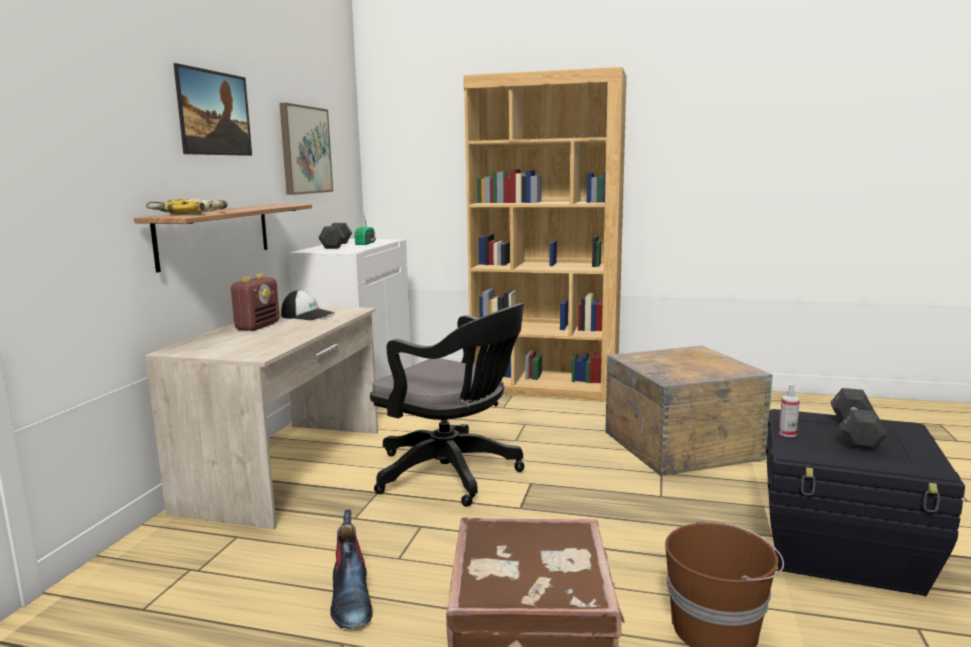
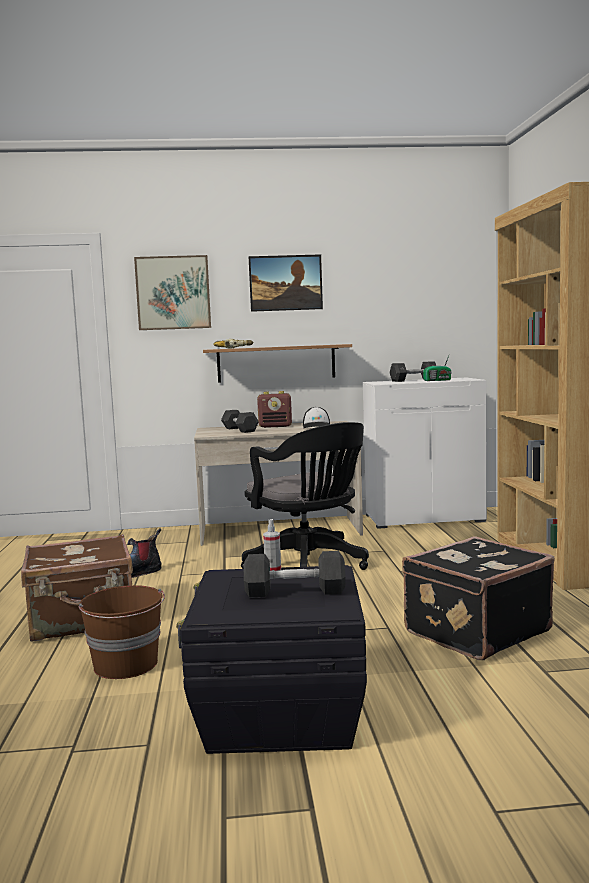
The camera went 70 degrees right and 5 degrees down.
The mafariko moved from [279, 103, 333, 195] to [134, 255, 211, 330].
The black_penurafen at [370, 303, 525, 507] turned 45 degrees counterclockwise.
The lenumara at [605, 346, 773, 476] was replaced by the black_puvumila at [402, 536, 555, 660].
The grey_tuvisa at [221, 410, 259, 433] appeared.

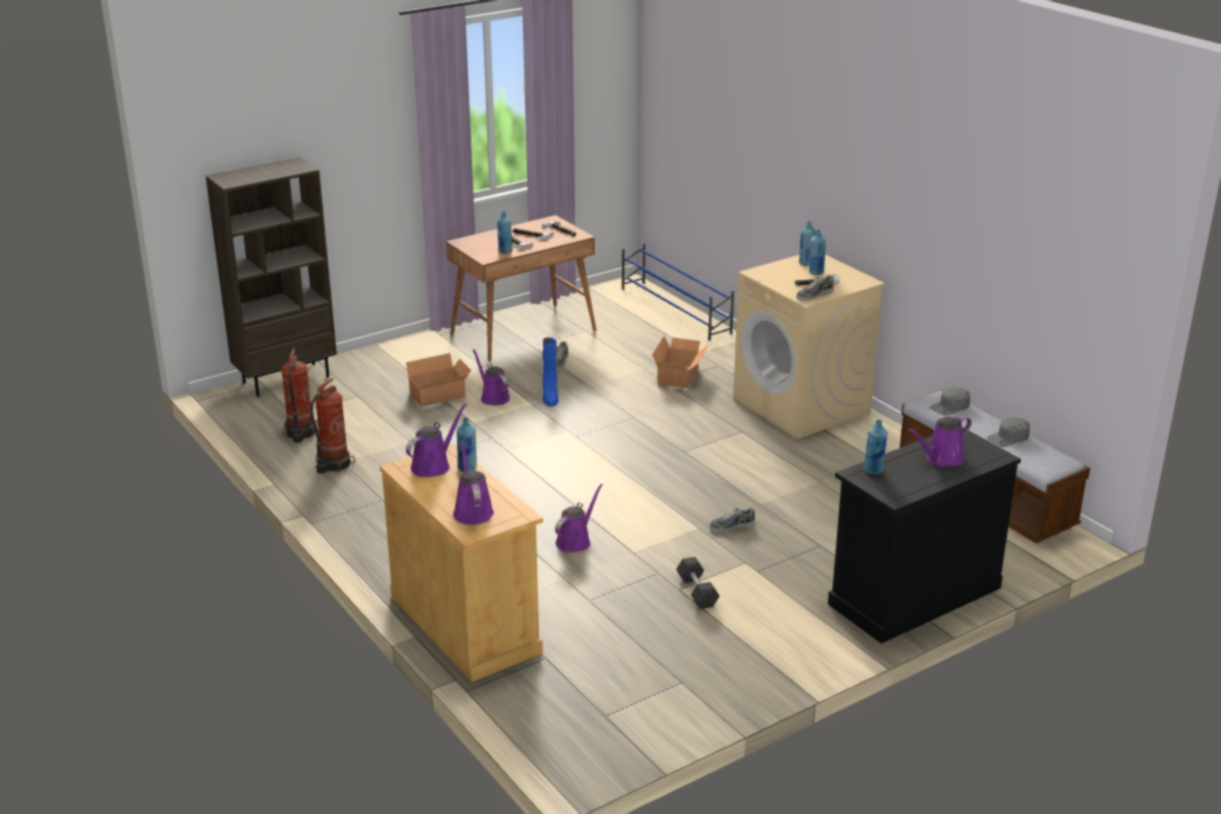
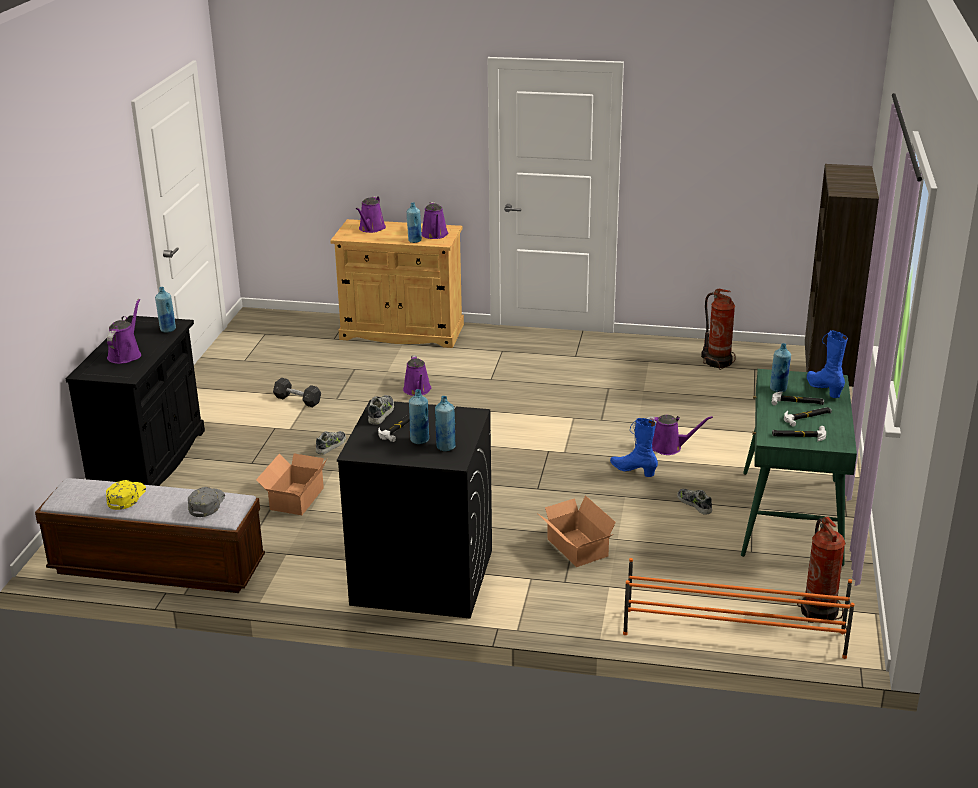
The camera went 135 degrees right and 0 degrees up.
The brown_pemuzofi at [446, 215, 597, 362] became the green_pemuzofi at [741, 369, 857, 566].
The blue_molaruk at [622, 243, 734, 341] became the orange_molaruk at [623, 558, 855, 659].
The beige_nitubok at [733, 255, 885, 439] became the black_nitubok at [337, 400, 492, 619].
The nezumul moved from [403, 353, 471, 407] to [256, 454, 327, 515].
The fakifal moved from [310, 378, 355, 474] to [797, 517, 846, 623].
The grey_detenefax at [987, 417, 1030, 447] became the yellow_detenefax at [106, 480, 146, 510].
The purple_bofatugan at [453, 441, 494, 525] turned 75 degrees clockwise.
The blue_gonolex at [807, 330, 848, 398] appeared.

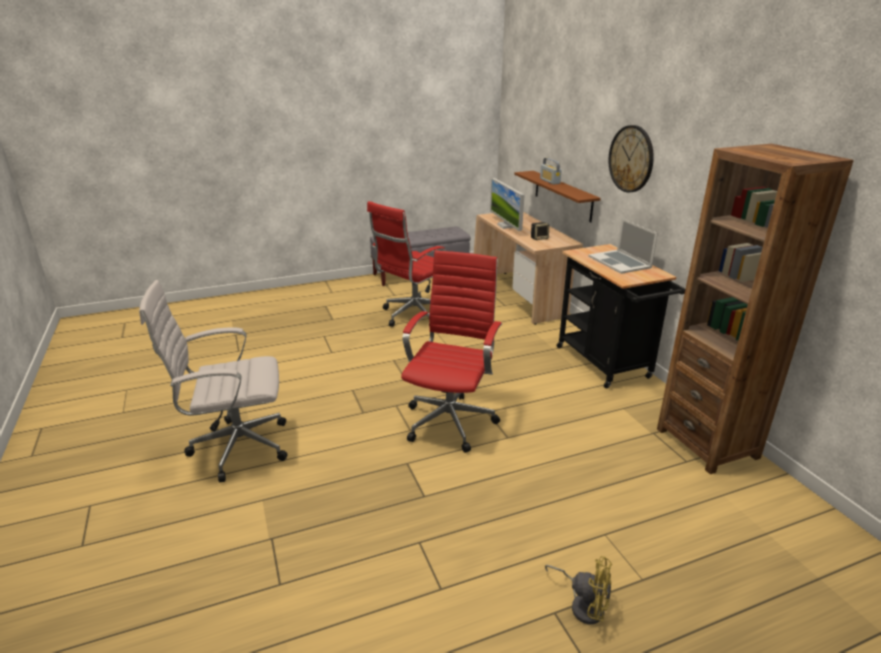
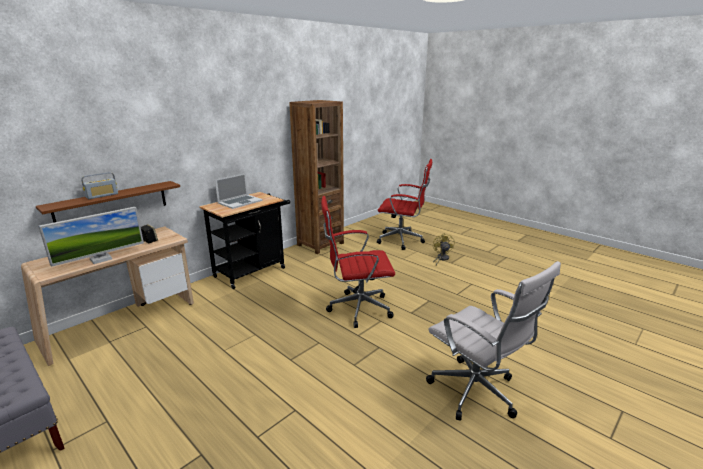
The camera went 115 degrees left and 5 degrees down.
The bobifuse at [609, 125, 654, 193] disappeared.
The red_penurafen moved from [367, 201, 446, 327] to [377, 159, 432, 250].

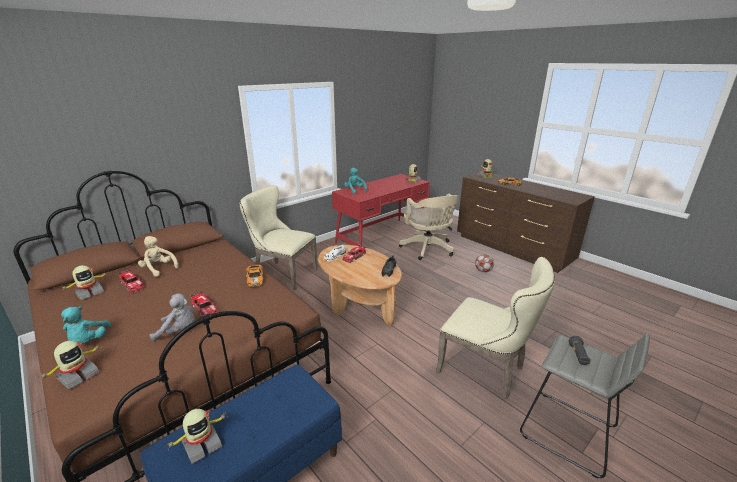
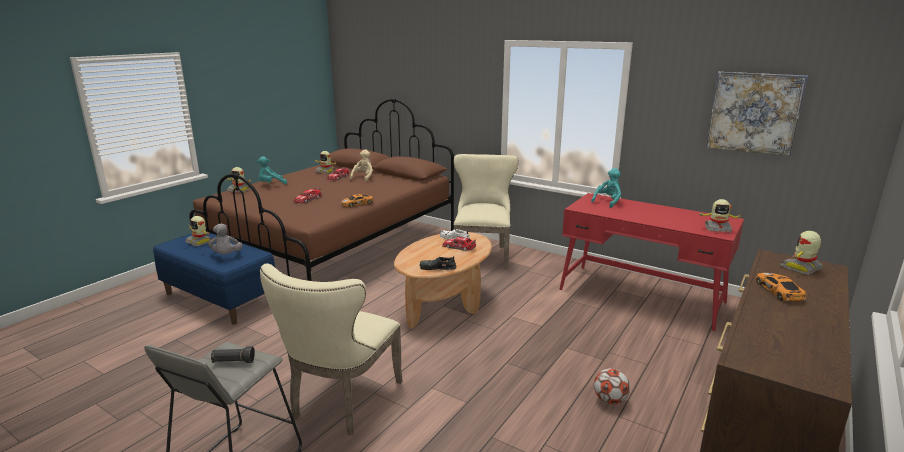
The camera went 75 degrees right and 5 degrees down.
The beige_penurafen at [399, 194, 460, 260] disappeared.
The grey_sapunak moved from [150, 293, 195, 341] to [208, 224, 242, 255].
The mafariko at [706, 72, 808, 156] appeared.

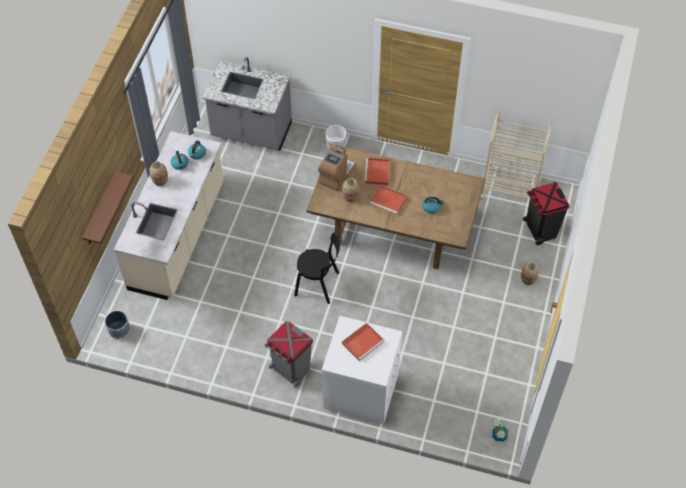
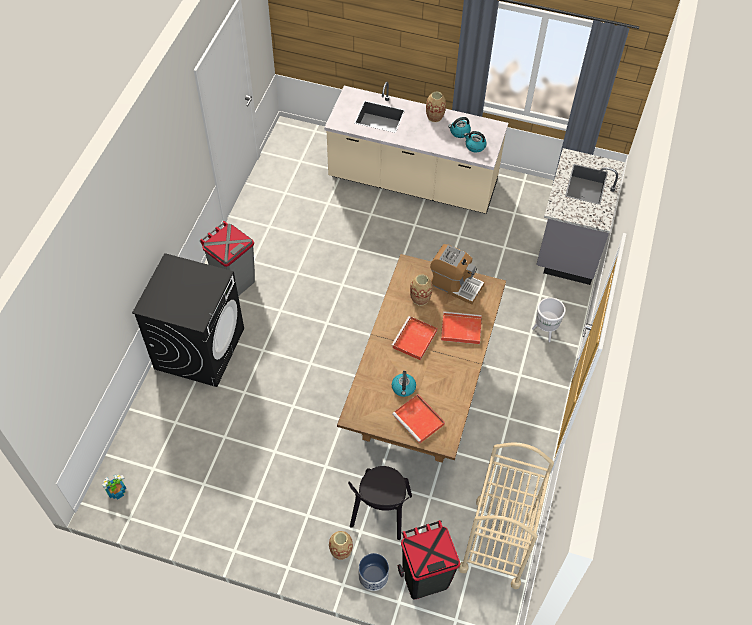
The camera went 90 degrees right and 0 degrees up.
The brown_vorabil at [82, 172, 133, 244] disappeared.
The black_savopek moved from [294, 233, 340, 304] to [348, 466, 412, 540].
The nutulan moved from [105, 311, 130, 339] to [359, 553, 389, 591].
The white_nitubok at [322, 316, 402, 424] became the black_nitubok at [132, 253, 244, 387].
The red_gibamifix moved from [342, 323, 384, 361] to [392, 394, 445, 443].

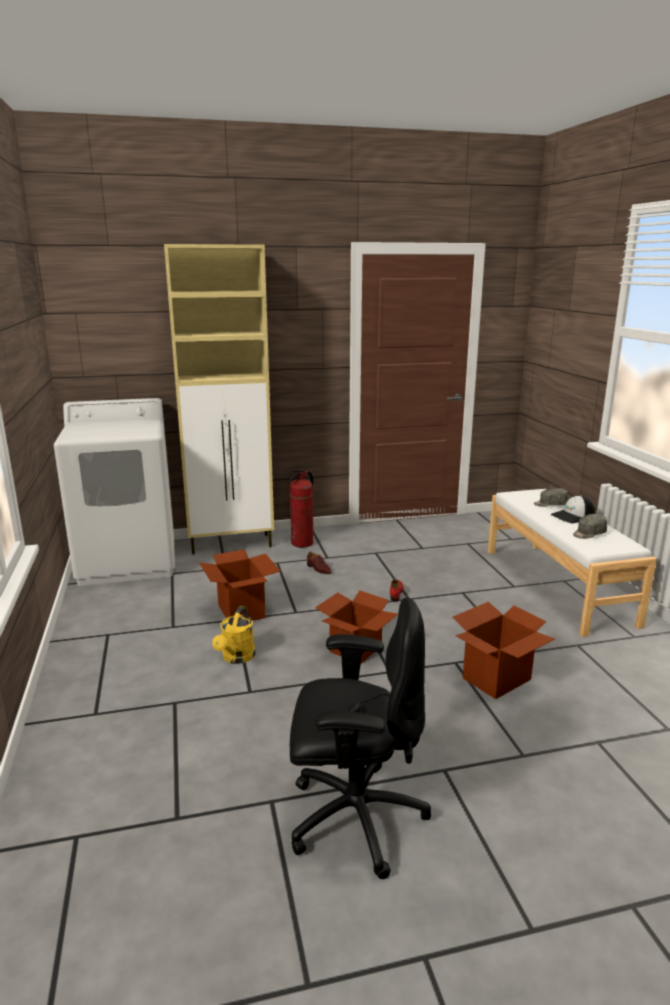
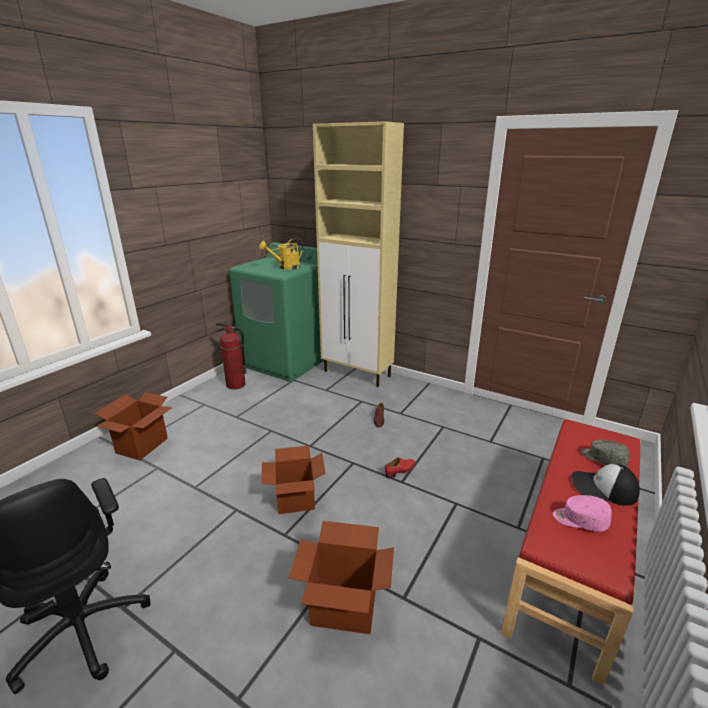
The camera went 45 degrees right and 5 degrees up.
The white_nitubok at [54, 398, 175, 586] became the green_nitubok at [229, 242, 324, 382].
The fakifal moved from [289, 469, 313, 548] to [216, 322, 247, 389].
The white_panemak at [488, 489, 657, 637] became the red_panemak at [501, 419, 641, 687].
The grey_detenefax at [573, 514, 607, 539] became the pink_detenefax at [553, 495, 612, 531].
The nezumul moved from [199, 549, 280, 621] to [94, 392, 173, 460].
The yellow_bofatugan moved from [212, 606, 255, 664] to [259, 238, 303, 270].

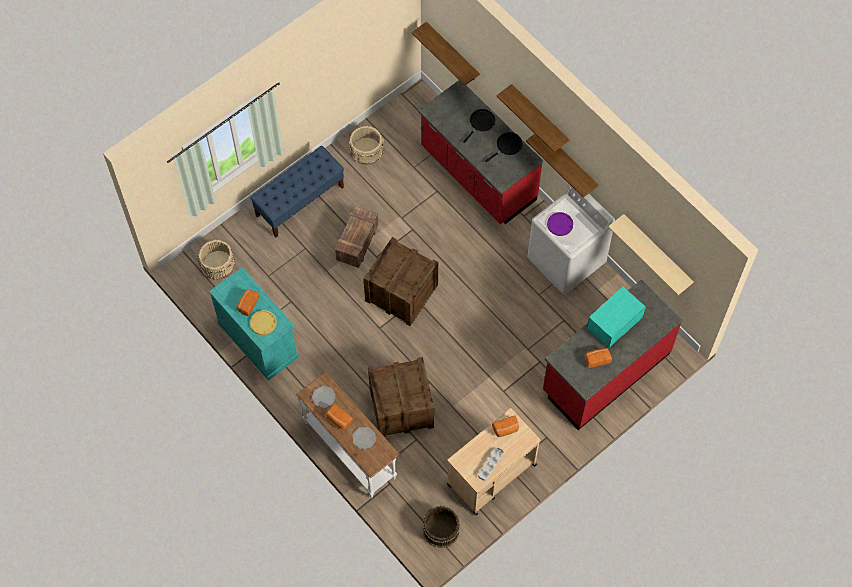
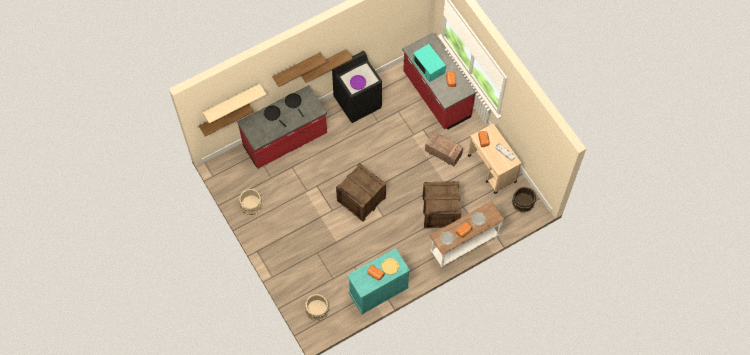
The camera went 80 degrees left and 0 degrees up.
The blue_panemak at [250, 145, 344, 238] disappeared.
The white_nitubok at [528, 185, 615, 295] became the black_nitubok at [332, 51, 382, 123].
The lenumara moved from [335, 206, 379, 268] to [425, 132, 463, 166].
The beige_vorabil moved from [608, 214, 694, 295] to [203, 84, 267, 124].

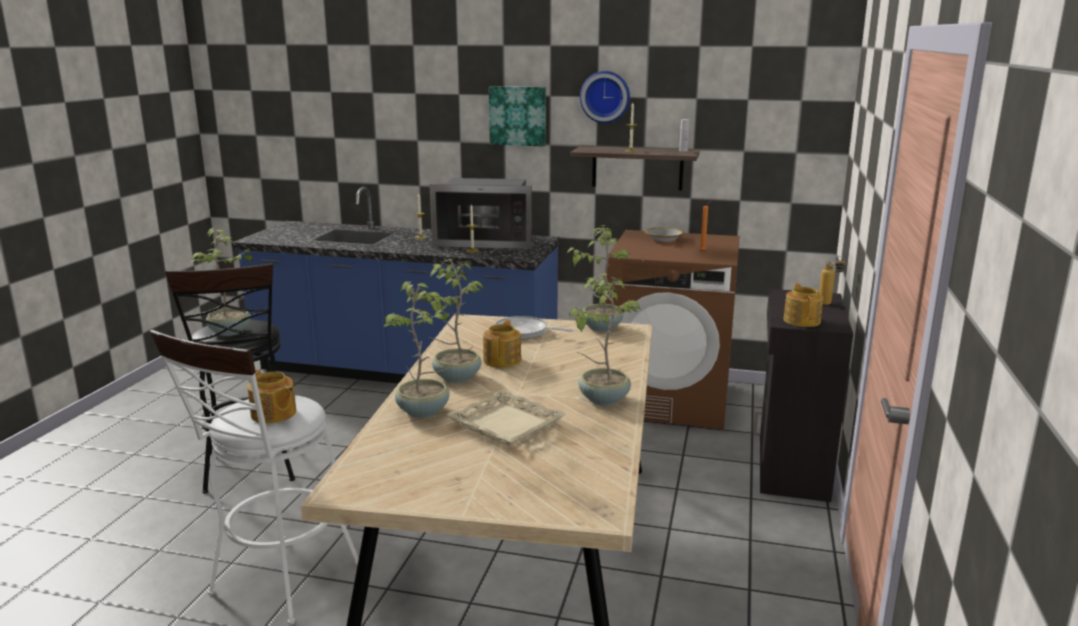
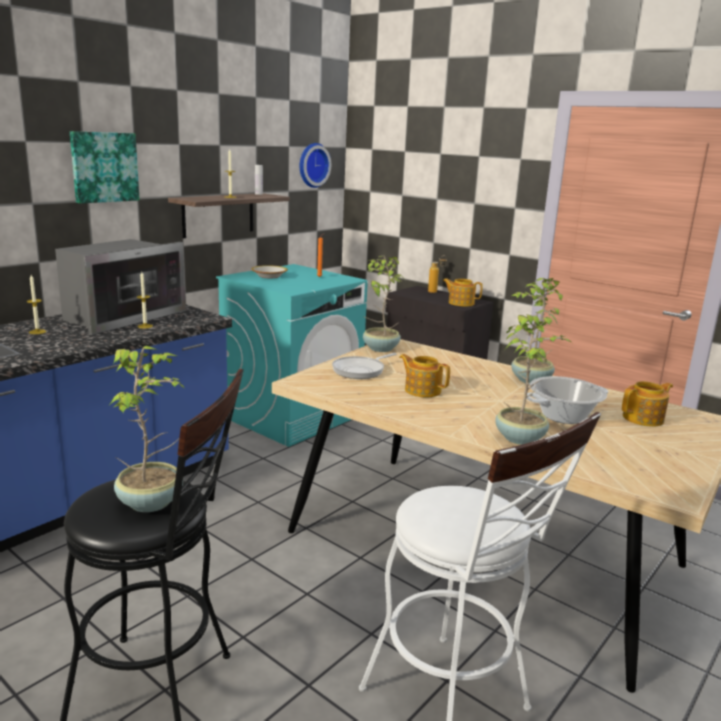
The camera went 65 degrees left and 0 degrees up.
The bobifuse moved from [580, 71, 630, 123] to [300, 143, 331, 188].
The brown_nitubok at [606, 230, 740, 429] became the turquoise_nitubok at [216, 264, 368, 447].
The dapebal at [427, 259, 484, 383] disappeared.
The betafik moved from [247, 369, 296, 424] to [622, 381, 673, 427].
The beige_gibamifix at [447, 389, 566, 446] was replaced by the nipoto at [526, 376, 608, 424].

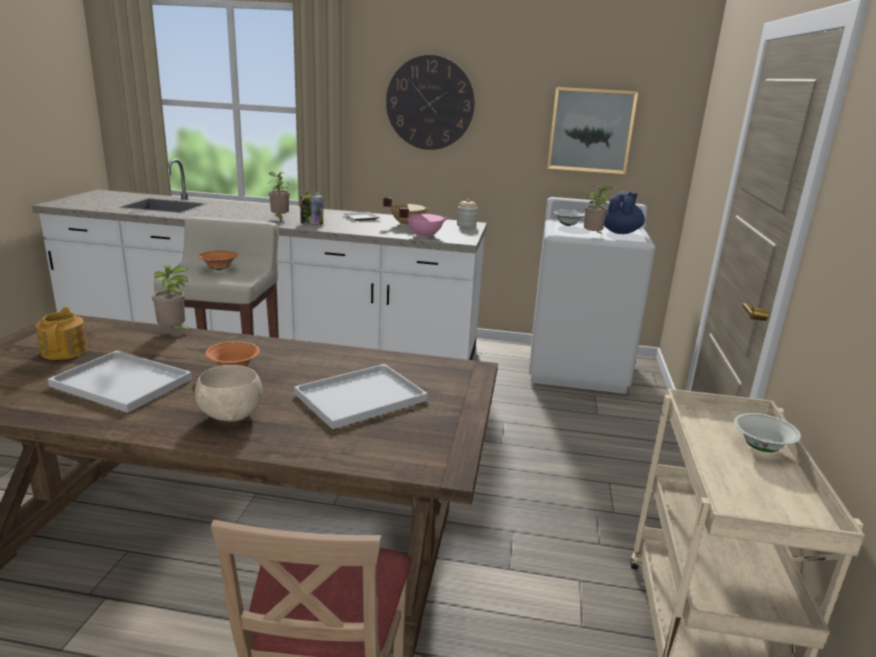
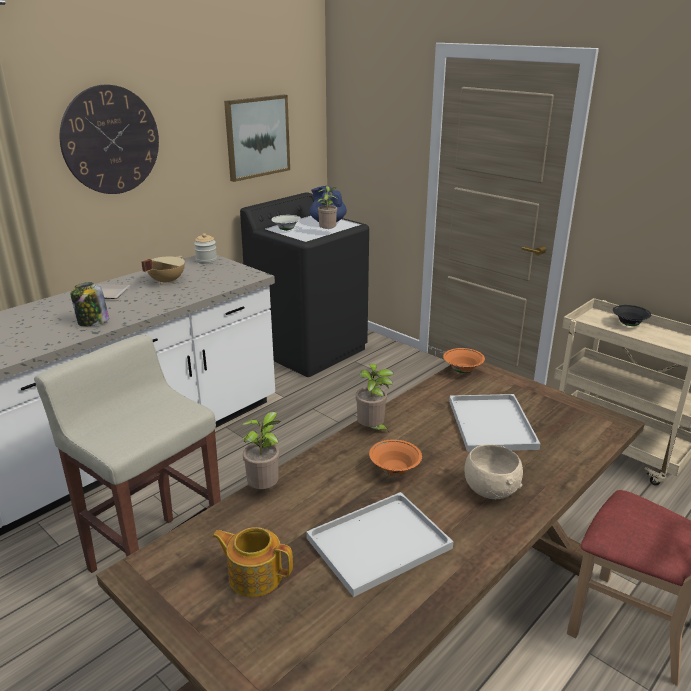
The camera went 55 degrees left and 5 degrees up.
The dapebal moved from [269, 172, 290, 221] to [356, 364, 394, 432].
The white_nitubok at [529, 197, 656, 394] became the black_nitubok at [240, 192, 369, 377].
The pink_nipoto at [399, 208, 448, 238] disappeared.
The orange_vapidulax moved from [198, 251, 238, 270] to [443, 348, 485, 373].
The white_vapidulax at [734, 413, 801, 452] became the black_vapidulax at [613, 305, 651, 326].

